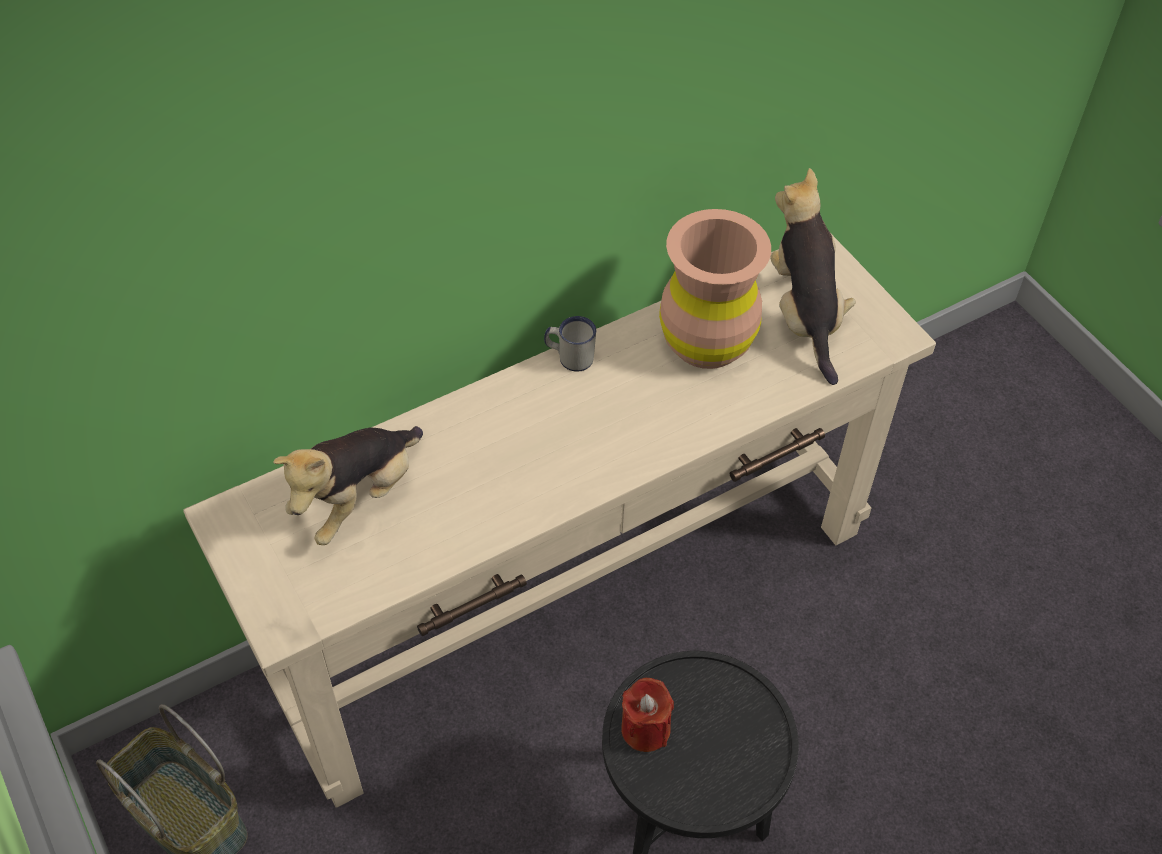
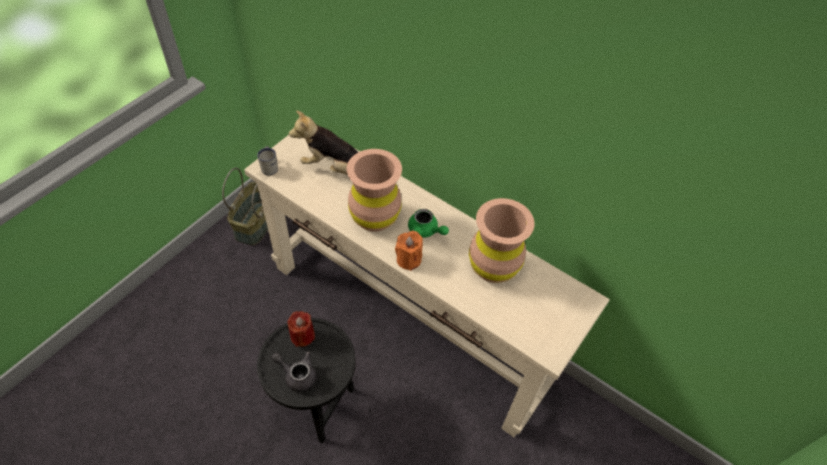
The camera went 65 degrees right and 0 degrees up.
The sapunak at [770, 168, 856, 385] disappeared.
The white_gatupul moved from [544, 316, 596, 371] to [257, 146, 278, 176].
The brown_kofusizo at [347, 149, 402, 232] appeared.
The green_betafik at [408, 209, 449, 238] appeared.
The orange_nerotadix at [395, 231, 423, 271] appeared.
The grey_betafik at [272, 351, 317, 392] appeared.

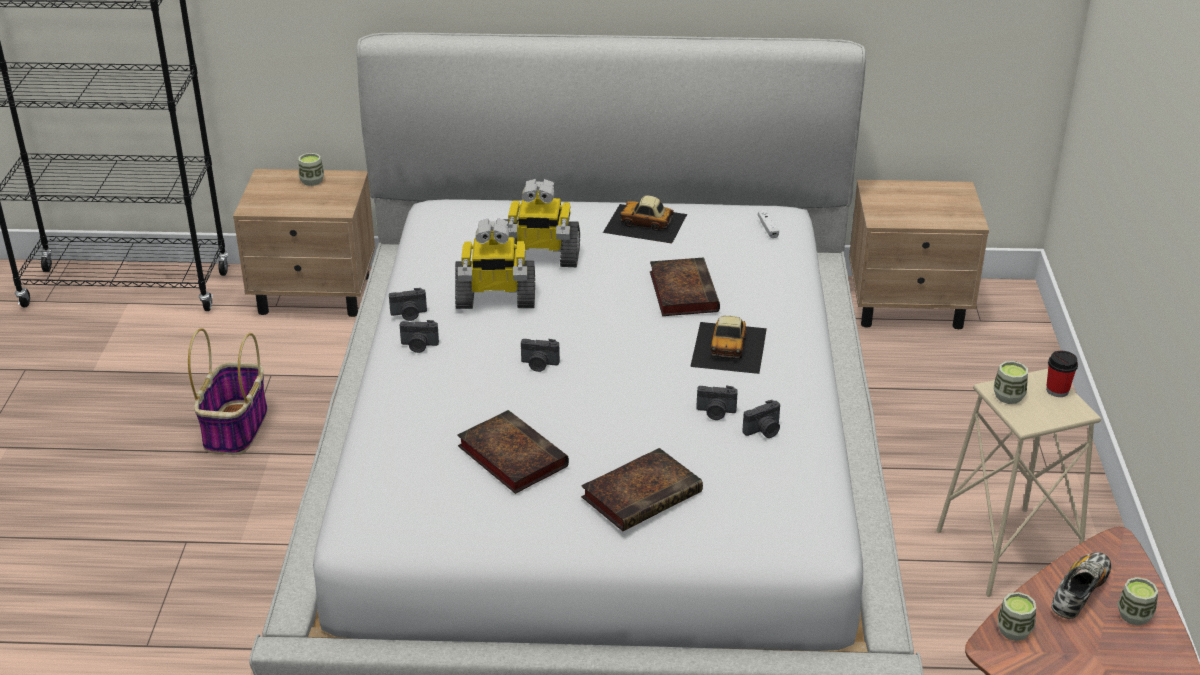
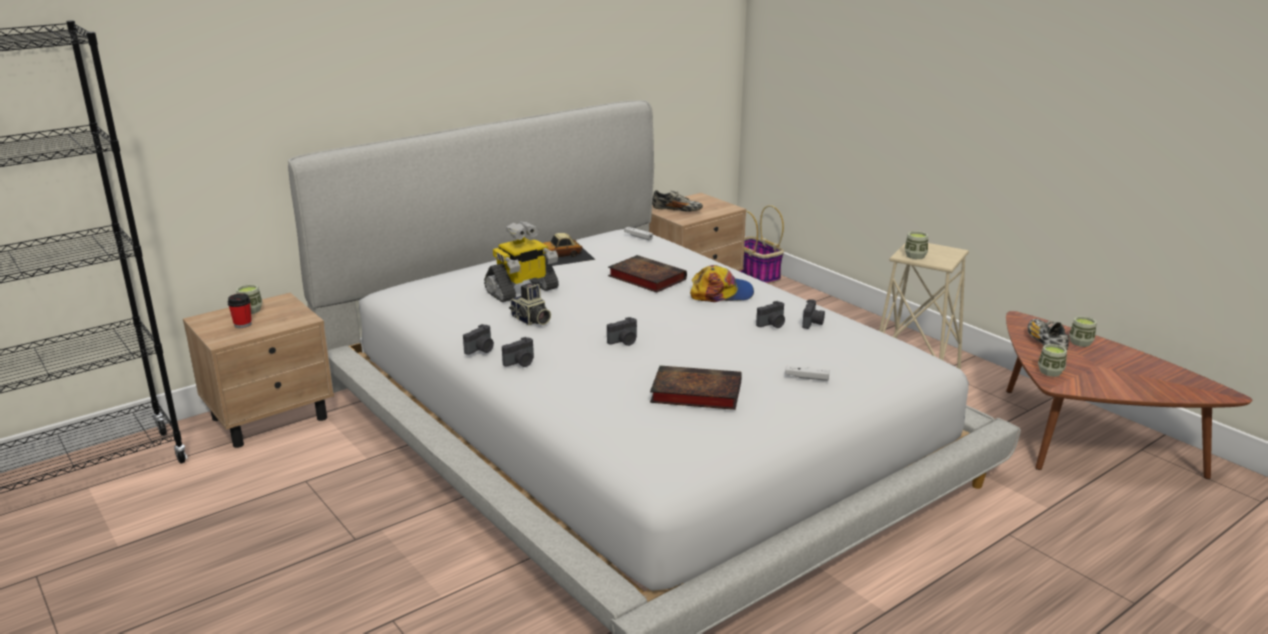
The camera went 40 degrees left and 10 degrees down.
The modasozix at [455, 218, 535, 309] was replaced by the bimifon at [509, 283, 551, 325].
The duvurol at [690, 316, 767, 374] was replaced by the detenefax at [690, 265, 754, 302].
The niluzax moved from [188, 328, 268, 455] to [740, 205, 784, 284].
The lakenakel moved from [1046, 351, 1078, 397] to [227, 293, 252, 328].
The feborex at [581, 448, 703, 531] was replaced by the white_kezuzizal at [785, 366, 830, 381].
The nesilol at [652, 190, 703, 212] appeared.

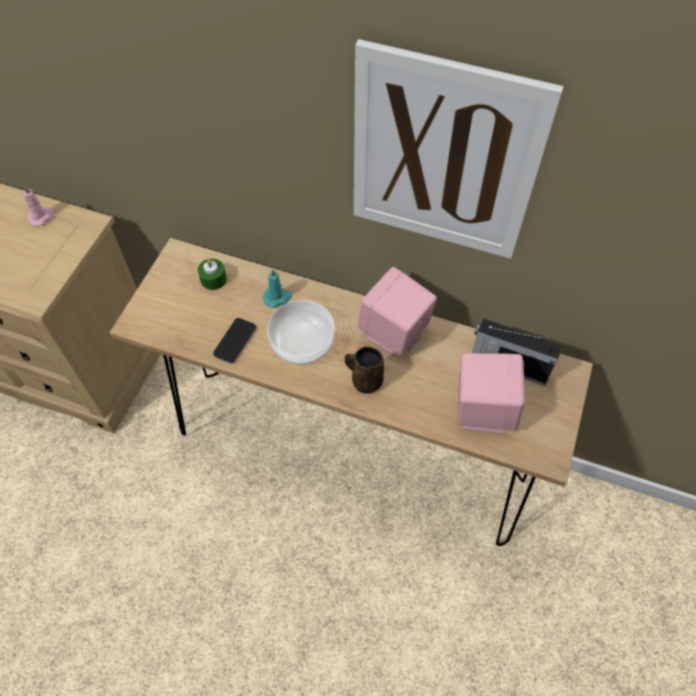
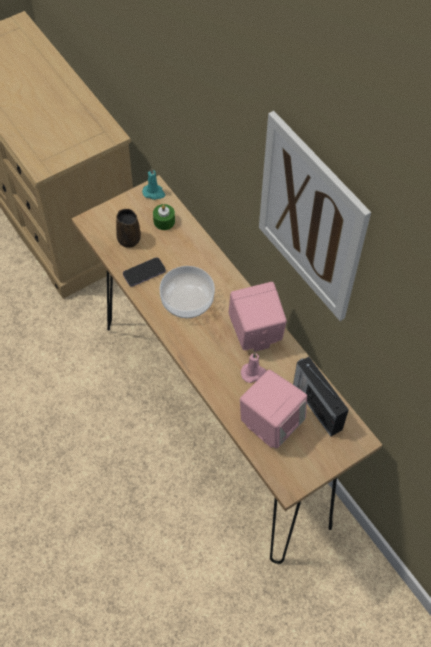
The camera went 35 degrees right and 0 degrees up.
The pink_nerotadix moved from [23, 185, 55, 226] to [241, 352, 267, 383].
The turquoise_nerotadix moved from [263, 269, 292, 308] to [142, 167, 165, 200].
The brown_gatupul moved from [345, 346, 384, 394] to [116, 209, 141, 248].

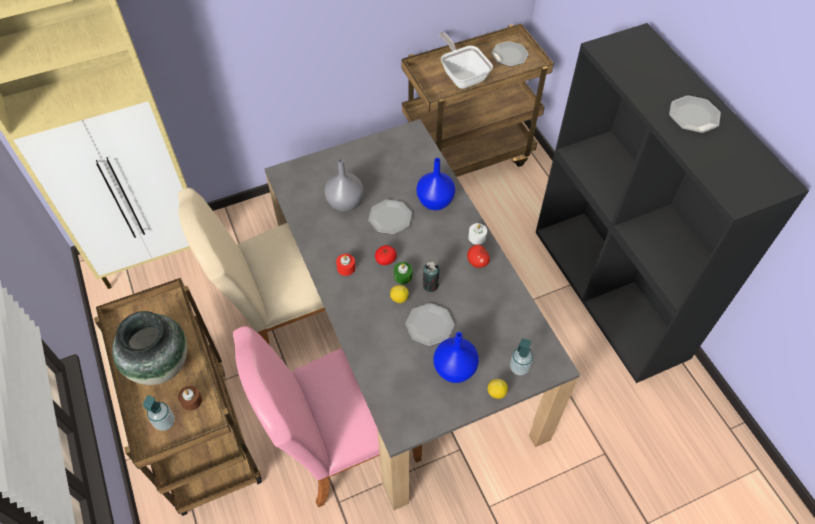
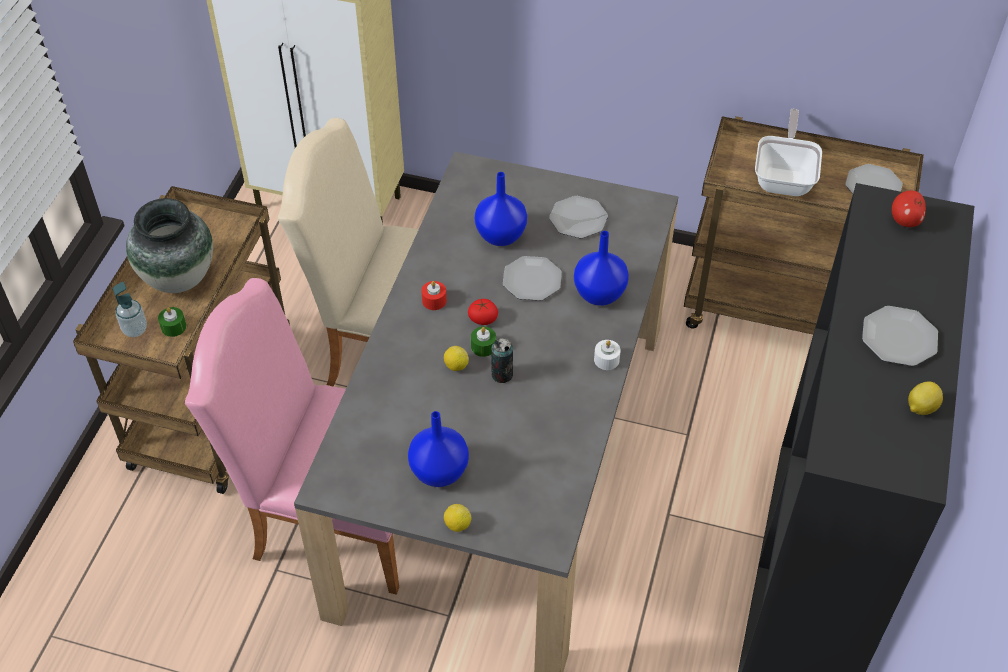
The camera went 40 degrees right and 5 degrees down.
The grey_kofusizo at [324, 159, 364, 212] became the blue_kofusizo at [475, 172, 527, 246].
The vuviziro moved from [467, 244, 490, 268] to [892, 190, 926, 227].
The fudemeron moved from [405, 303, 454, 346] to [549, 196, 608, 238].
The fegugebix at [510, 339, 533, 376] disappeared.
The brown_nerotadix at [178, 386, 202, 411] became the green_nerotadix at [158, 307, 186, 337].
The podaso at [908, 381, 943, 415] appeared.

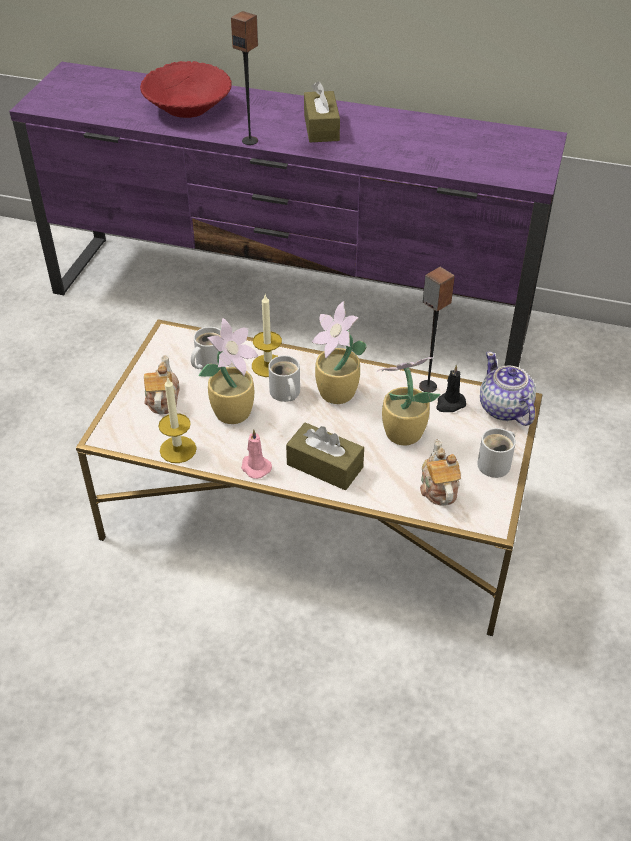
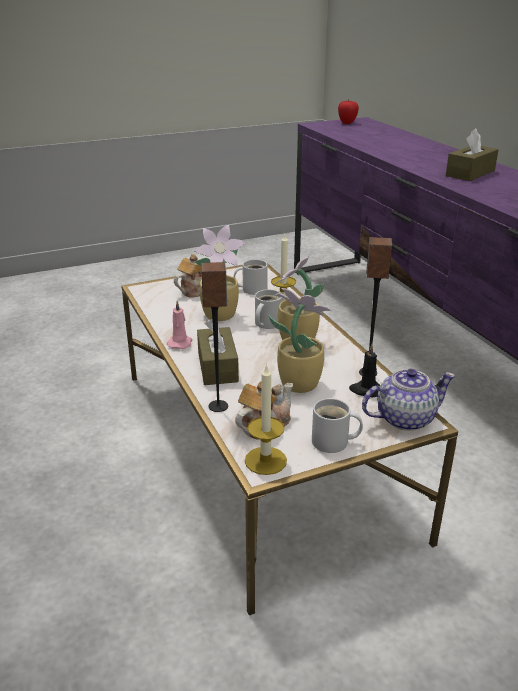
The camera went 50 degrees right and 15 degrees down.
The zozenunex moved from [231, 11, 258, 145] to [201, 262, 228, 412].
The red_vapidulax at [140, 61, 232, 118] disappeared.
The betafik at [480, 352, 536, 426] turned 45 degrees clockwise.
The nerotadix moved from [158, 378, 197, 463] to [245, 363, 287, 475].
The vuviziro at [338, 100, 359, 124] appeared.

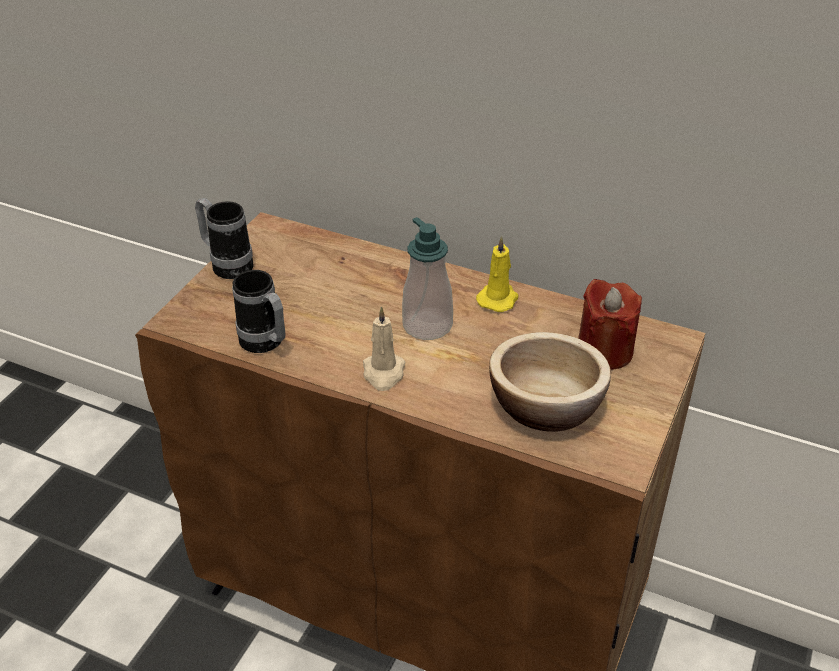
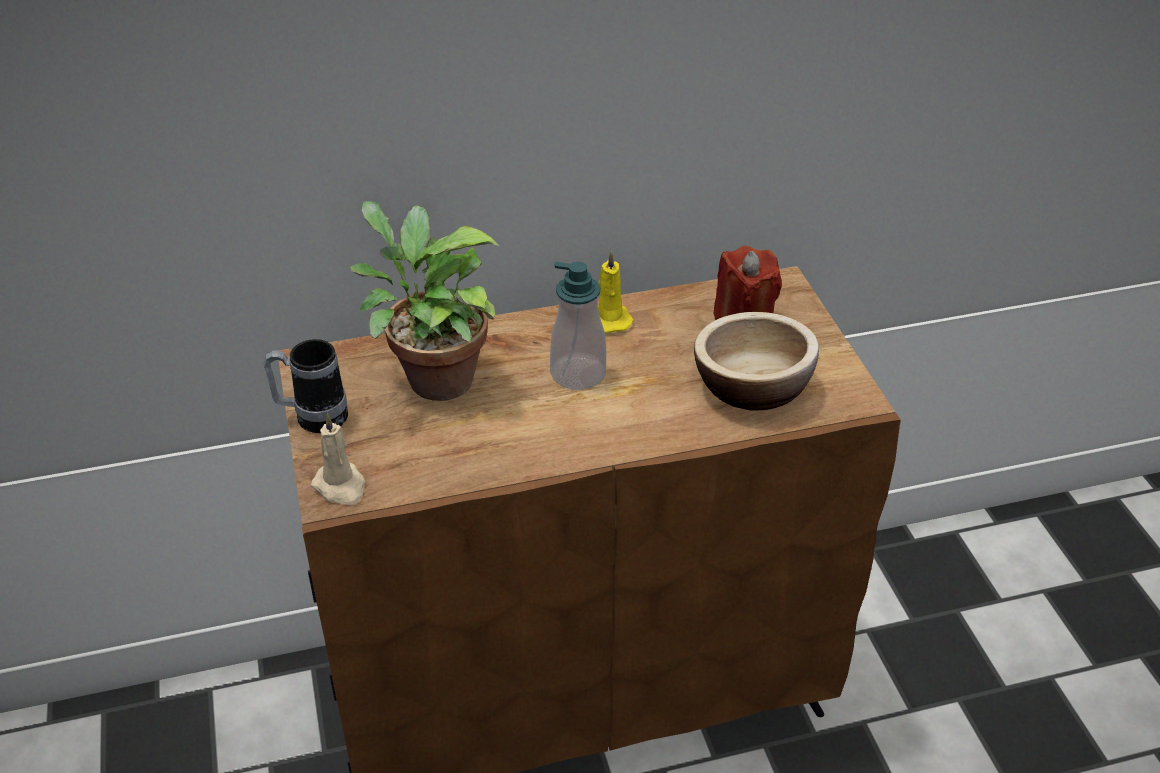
The camera went 40 degrees left and 0 degrees up.
The gatupul at [232, 270, 286, 353] disappeared.
The beige_nerotadix moved from [363, 306, 405, 391] to [311, 413, 366, 505].
The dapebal at [350, 201, 499, 401] appeared.

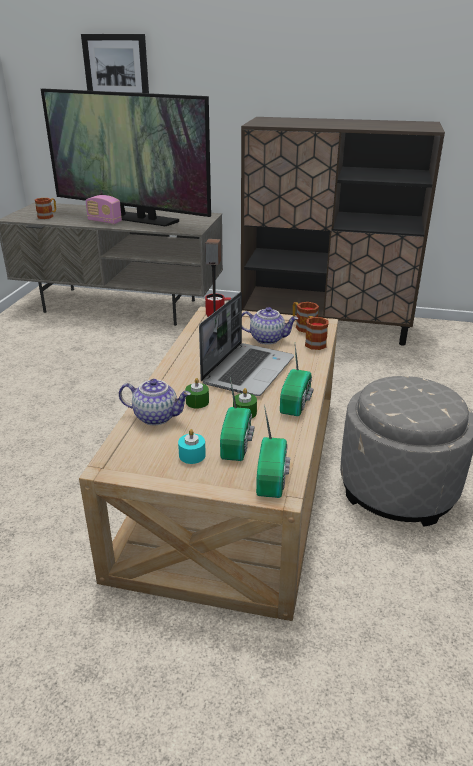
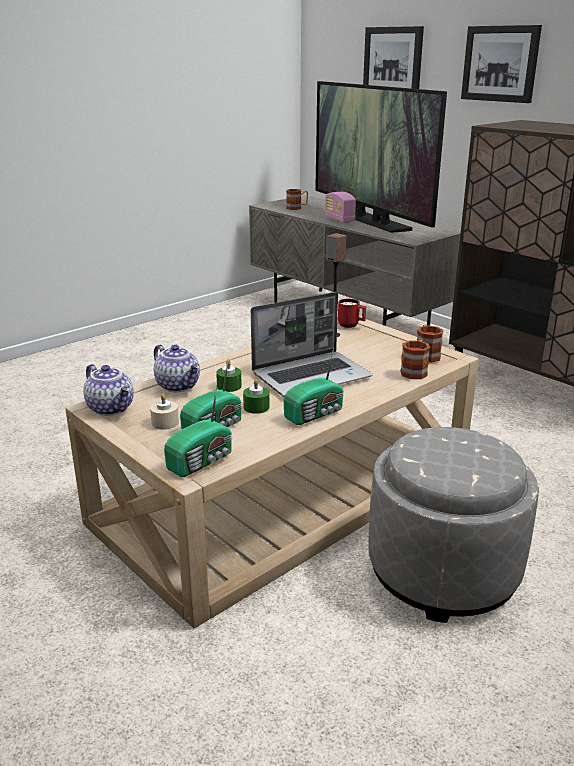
The camera went 35 degrees right and 5 degrees down.
The betafik moved from [242, 307, 298, 345] to [83, 364, 134, 416].
The turquoise_nerotadix at [178, 429, 206, 464] became the beige_nerotadix at [150, 394, 179, 430].
The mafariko at [461, 25, 542, 103] appeared.

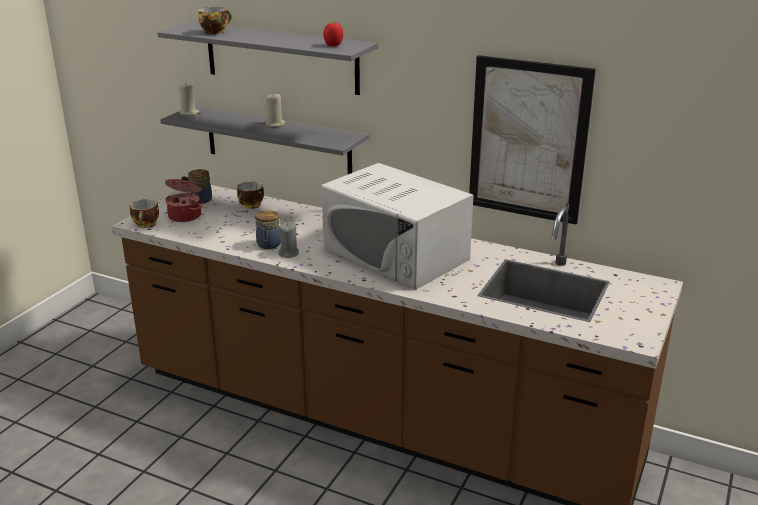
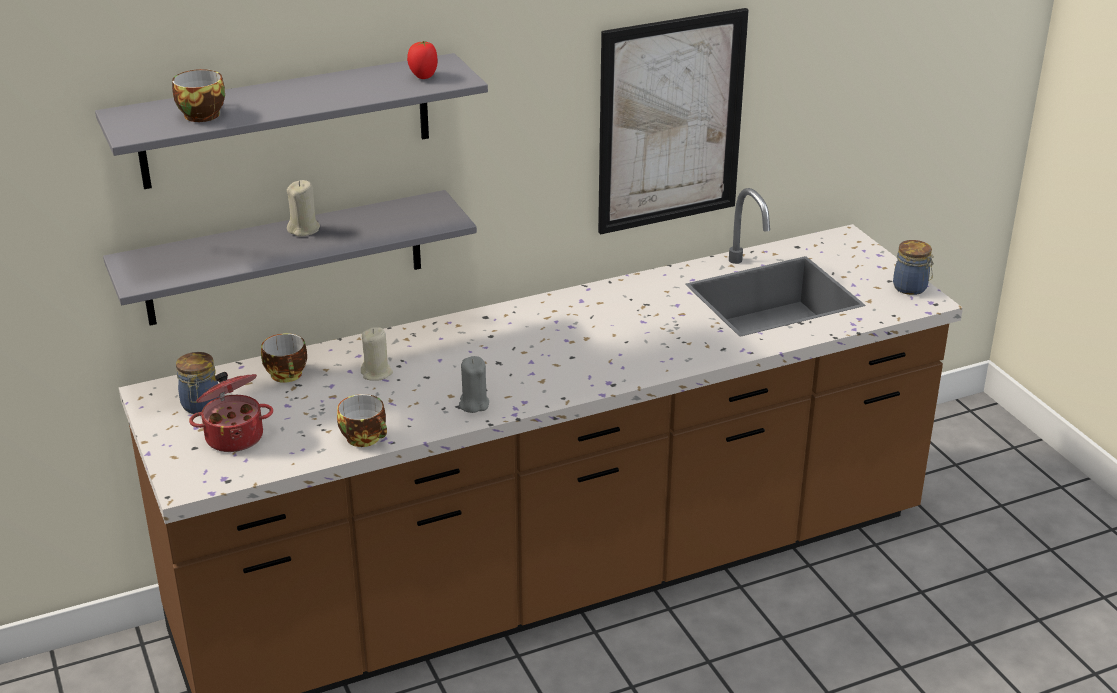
The camera went 50 degrees left and 5 degrees up.
The beige_nerotadix moved from [178, 84, 199, 115] to [361, 327, 393, 381].
The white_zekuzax at [321, 163, 474, 289] disappeared.
The lakenakel moved from [130, 199, 159, 228] to [337, 394, 387, 447].
The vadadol moved from [256, 210, 281, 249] to [893, 240, 934, 295].

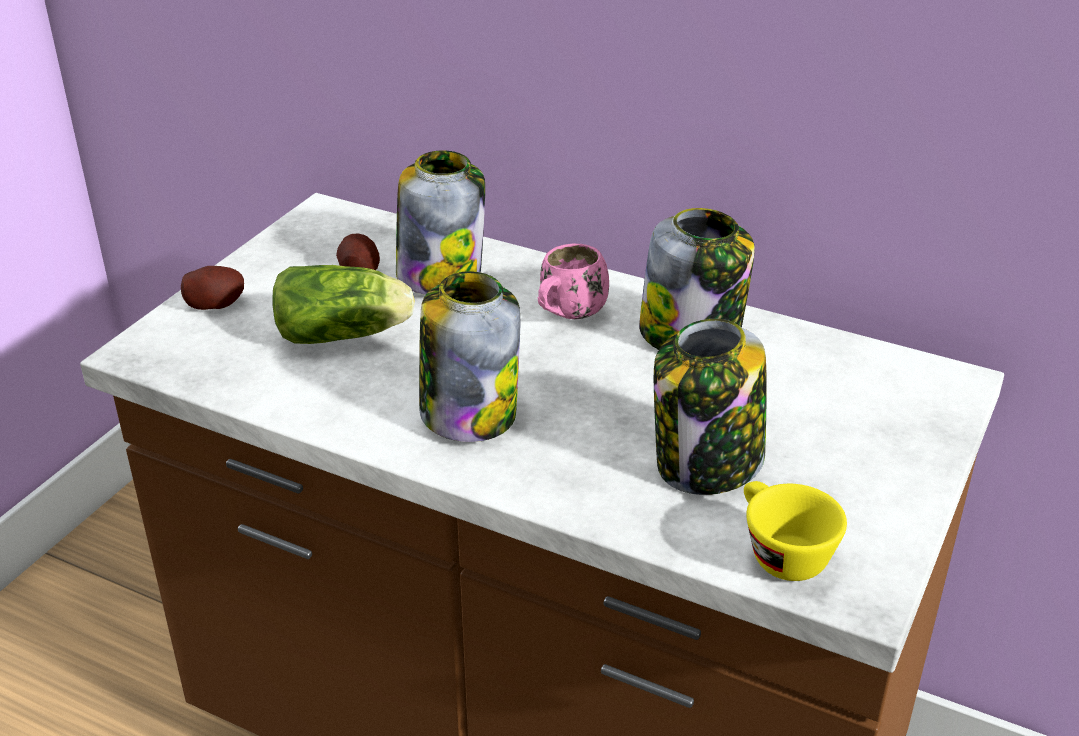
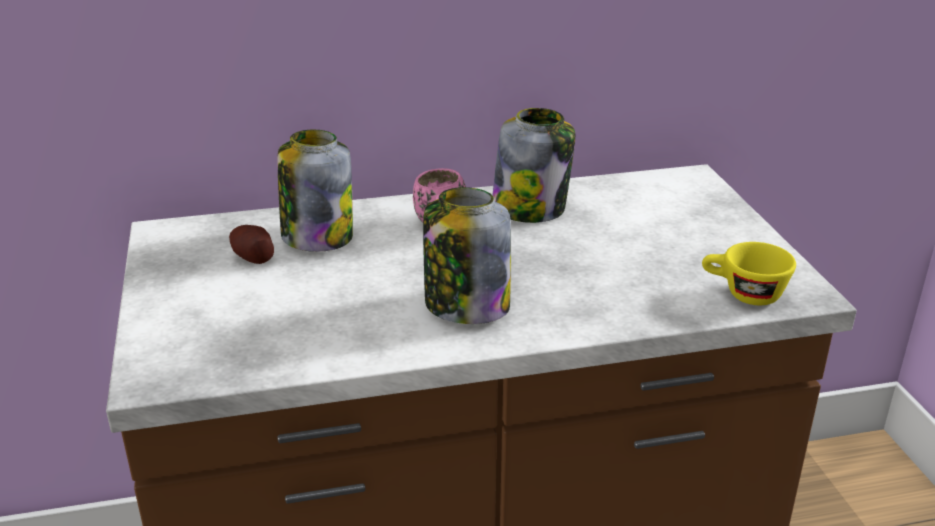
The camera went 40 degrees left and 5 degrees down.
The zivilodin at [273, 265, 415, 344] disappeared.
The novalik at [181, 266, 244, 310] disappeared.
The vadadol at [654, 319, 767, 495] disappeared.

